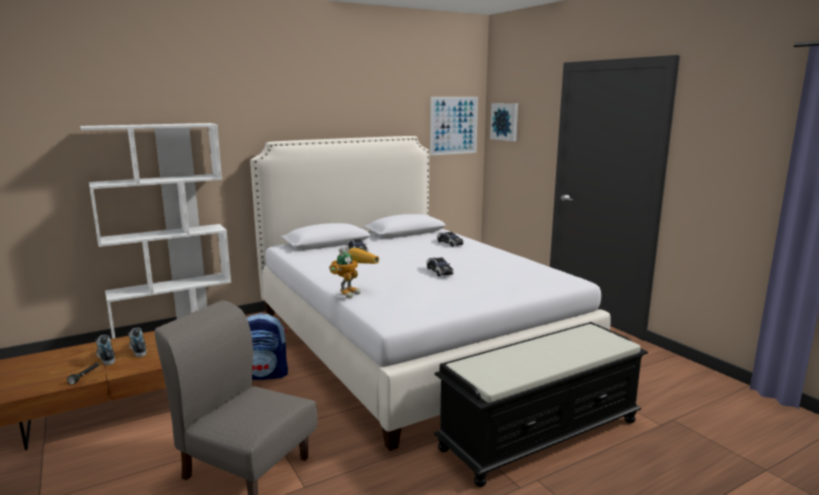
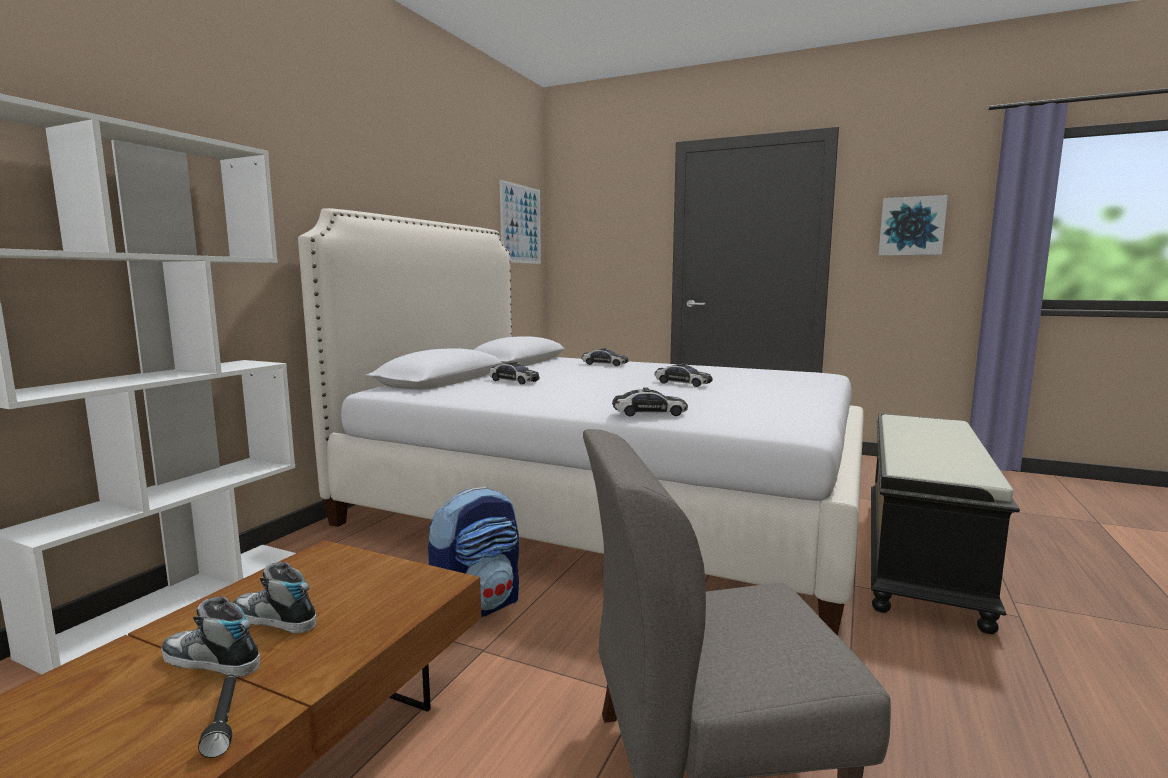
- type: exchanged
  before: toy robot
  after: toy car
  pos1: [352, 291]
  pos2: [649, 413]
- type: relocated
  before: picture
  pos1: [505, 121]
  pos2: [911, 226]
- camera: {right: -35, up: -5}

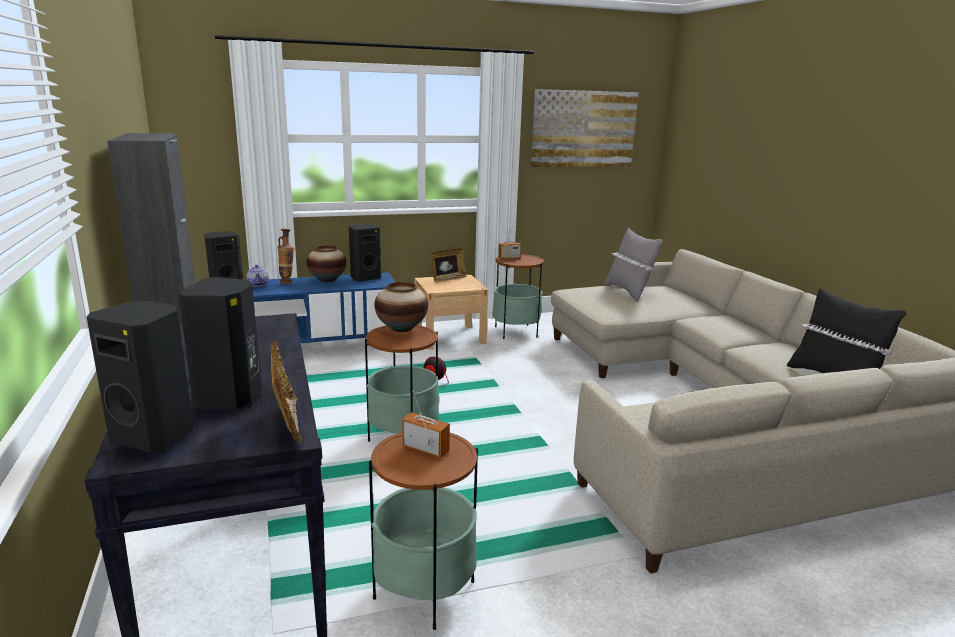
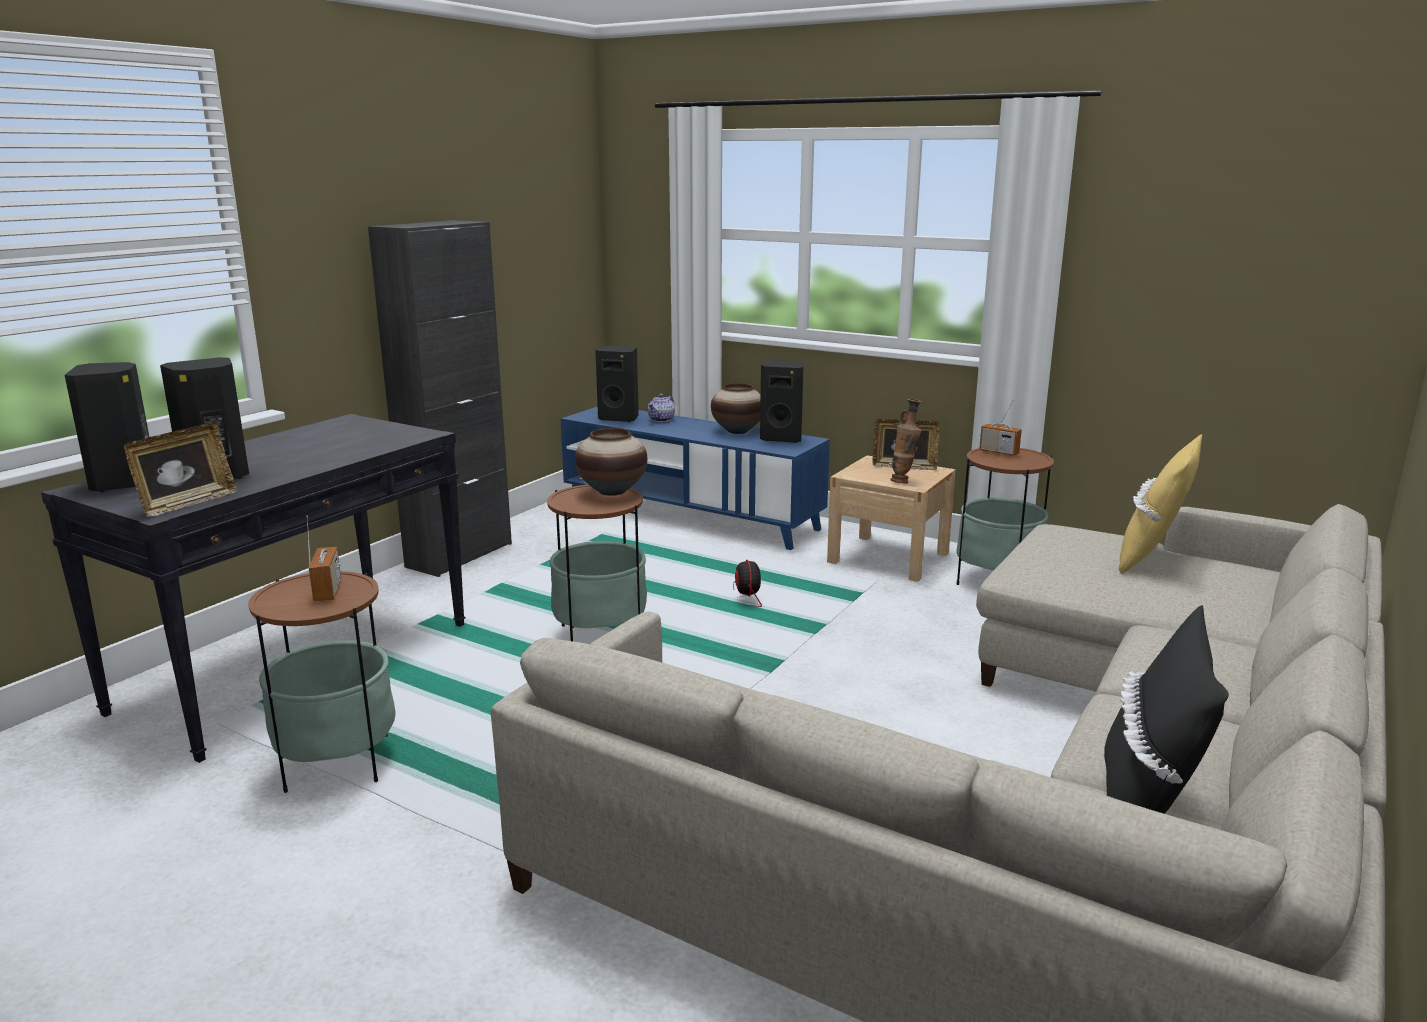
- type: relocated
  before: vase
  pos1: [287, 283]
  pos2: [903, 482]
- type: colour
  before: pillow/grey
  after: pillow/yellow
  pos1: [629, 291]
  pos2: [1152, 557]
- type: missing
  before: picture
  pos1: [584, 129]
- camera: {right: 50, up: 0}

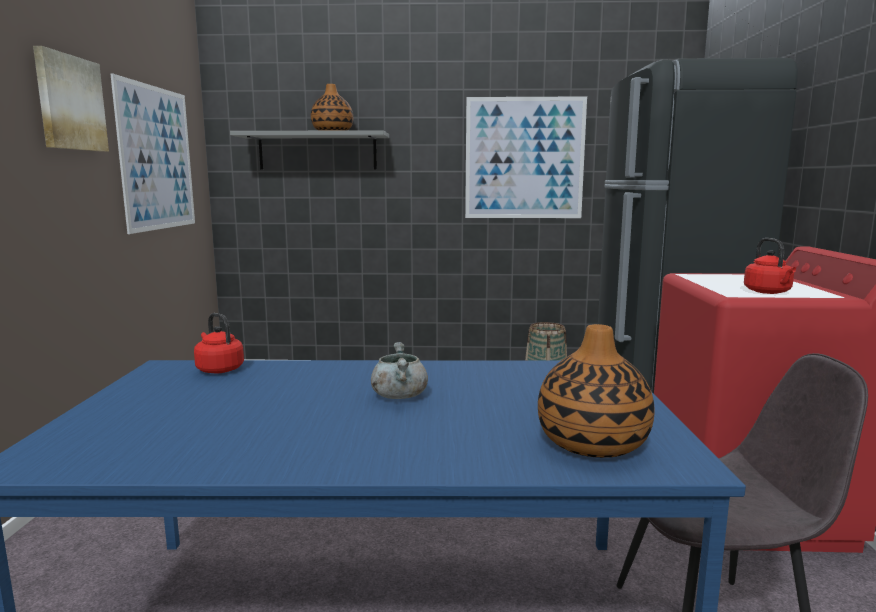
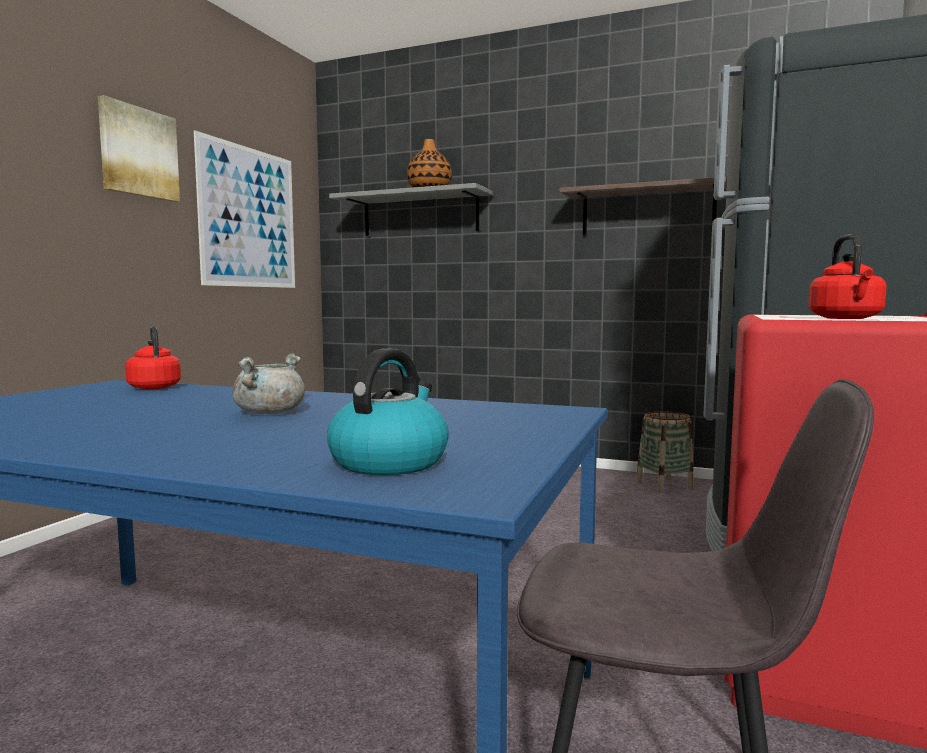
- type: exchanged
  before: vase
  after: kettle
  pos1: [592, 443]
  pos2: [389, 462]
- type: exchanged
  before: picture
  after: shelf
  pos1: [524, 158]
  pos2: [647, 210]
- camera: {right: 20, up: -5}

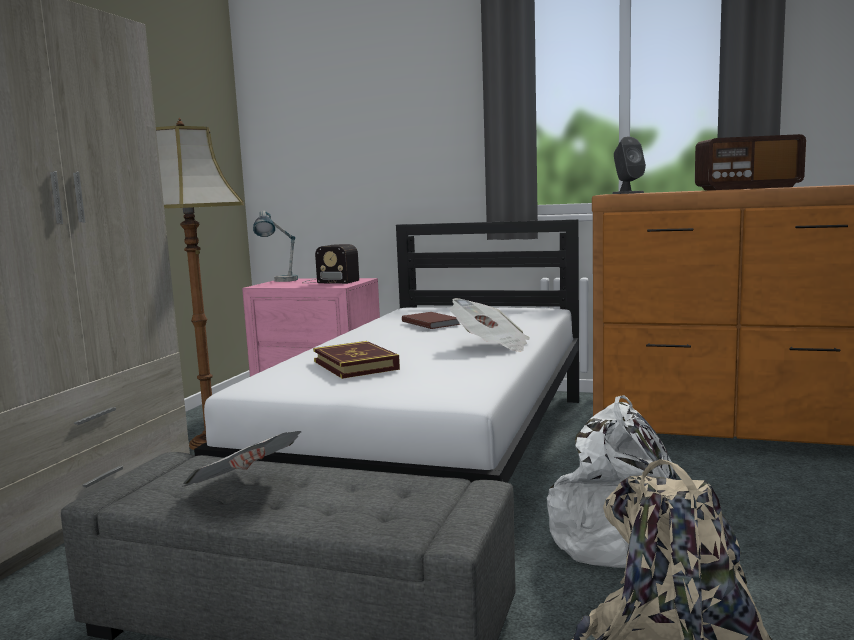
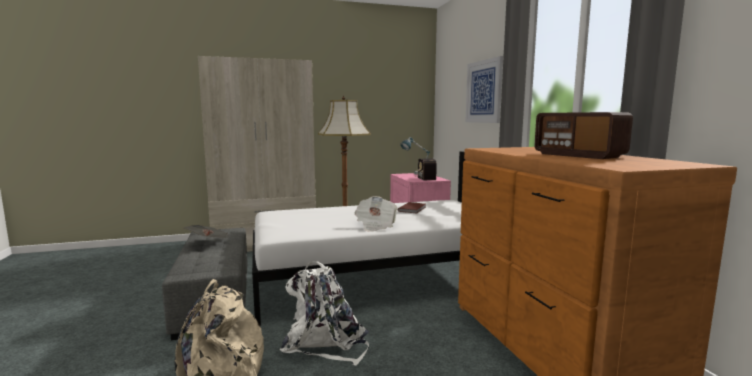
- type: appeared
  after: picture
  pos2: [484, 91]
- type: missing
  before: book
  pos1: [355, 365]
- type: missing
  before: speaker/grey
  pos1: [627, 193]
- camera: {right: 55, up: 0}

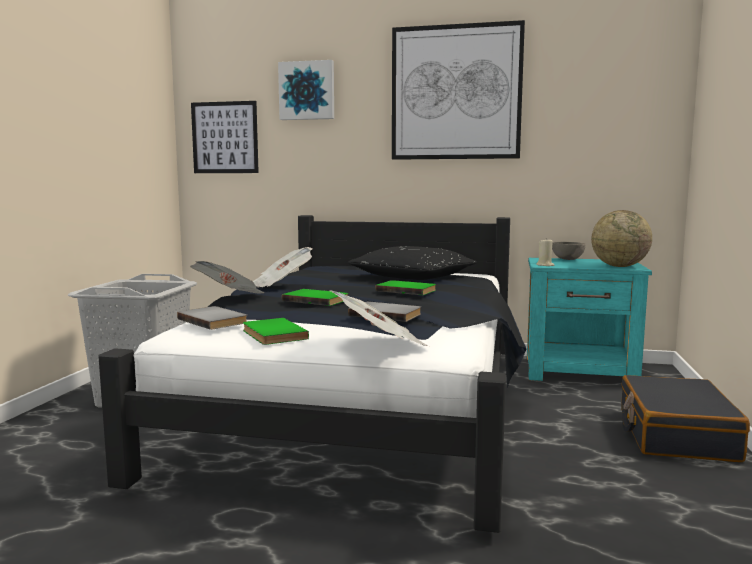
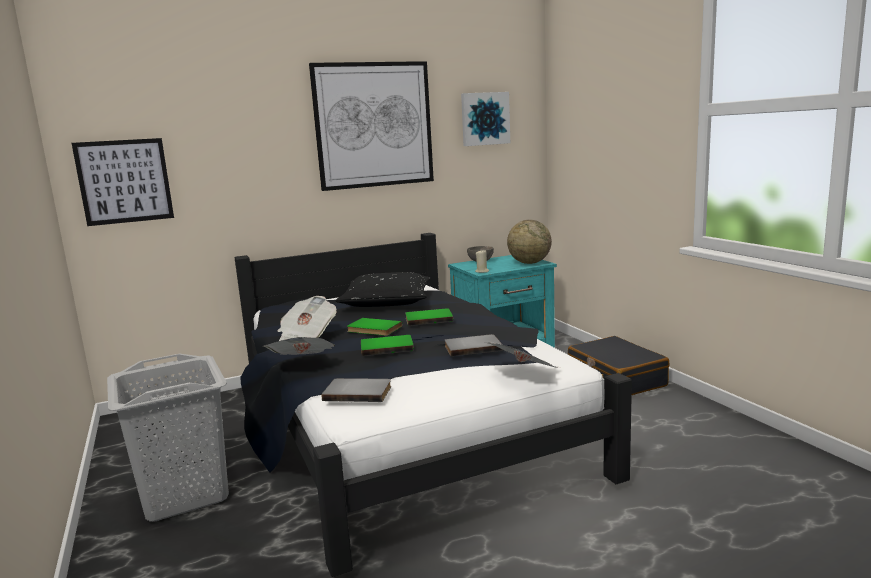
- type: relocated
  before: book/green
  pos1: [272, 334]
  pos2: [373, 329]
- type: relocated
  before: picture
  pos1: [307, 91]
  pos2: [484, 119]
- camera: {right: -35, up: 5}

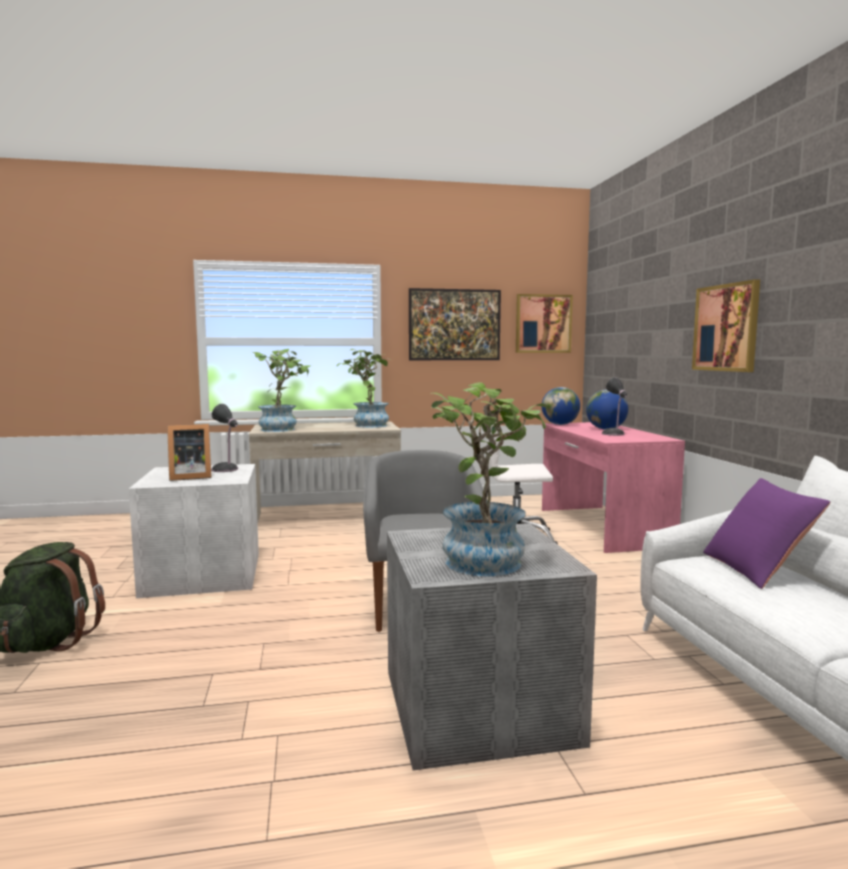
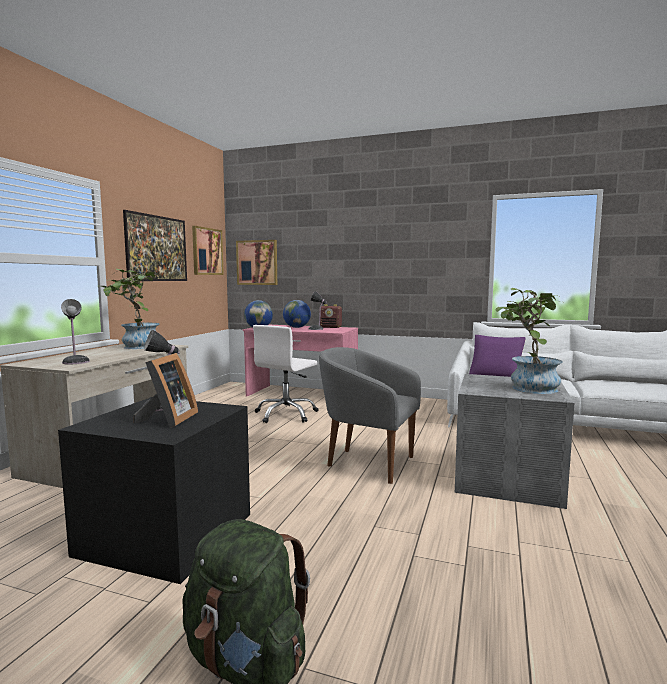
- type: colour
  before: storage box/white
  after: storage box/black
  pos1: [205, 573]
  pos2: [166, 532]
- type: exchanged
  before: potted plant
  after: table lamp
  pos1: [282, 429]
  pos2: [76, 361]
- type: relocated
  before: picture
  pos1: [726, 328]
  pos2: [257, 262]
- type: appeared
  after: radio
  pos2: [330, 327]
- camera: {right: -60, up: 0}

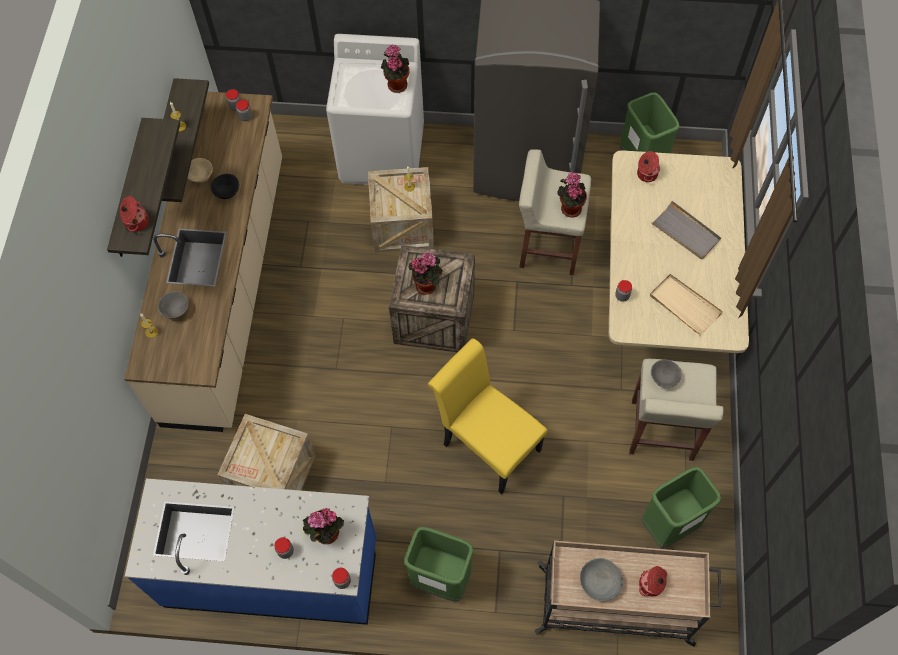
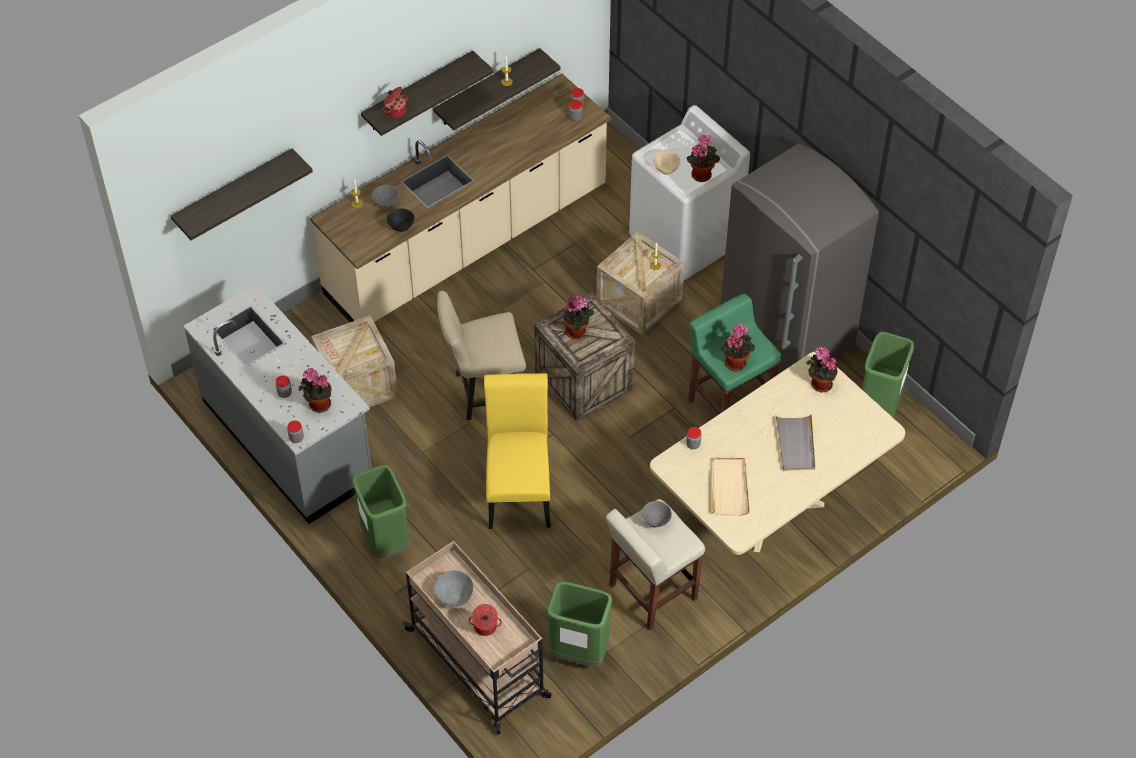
- type: appeared
  after: shelf
  pos2: [234, 192]
- type: colour
  before: counter/blue
  after: counter/grey
  pos1: [272, 572]
  pos2: [288, 440]
- type: relocated
  before: bowl/black
  pos1: [226, 192]
  pos2: [401, 226]
- type: appeared
  after: chair/beige
  pos2: [484, 393]
- type: relocated
  before: bowl/beige
  pos1: [201, 176]
  pos2: [666, 169]
- type: colour
  before: stool/beige
  after: stool/green
  pos1: [548, 246]
  pos2: [728, 404]
- type: exchanged
  before: cooking pot
  after: potted plant
  pos1: [646, 174]
  pos2: [819, 384]
- camera: {right: 45, up: -10}

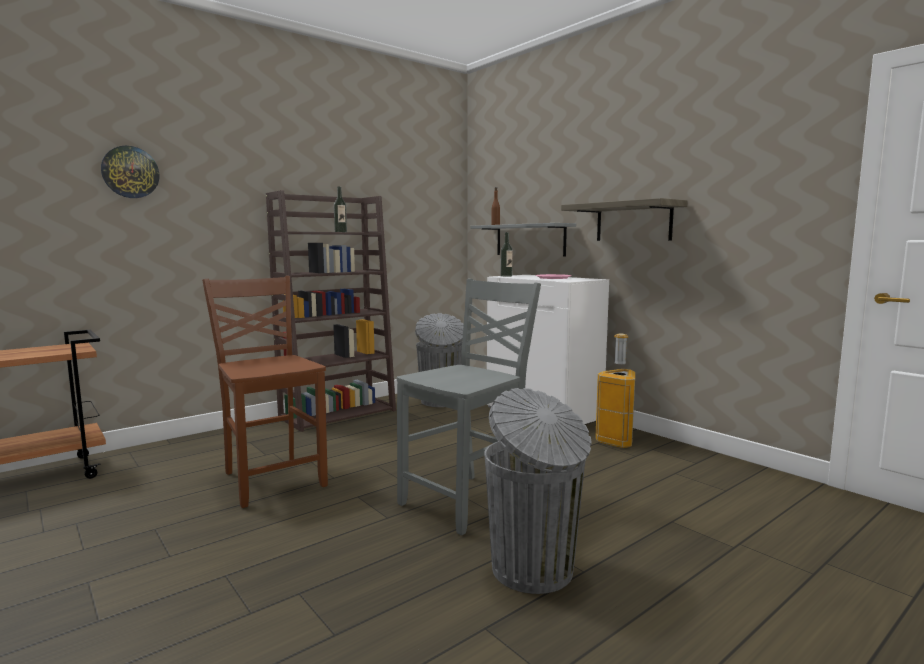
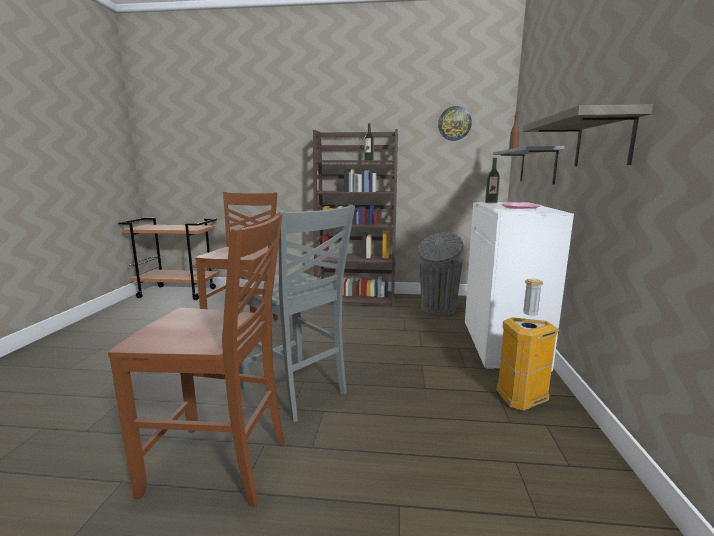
- type: exchanged
  before: trash can/grey
  after: chair/brown
  pos1: [534, 570]
  pos2: [220, 466]
- type: spun
  before: chair/grey
  pos1: [467, 501]
  pos2: [295, 391]
  turn: 45
- type: relocated
  before: wall clock
  pos1: [130, 172]
  pos2: [454, 123]
- camera: {right: 45, up: 5}

